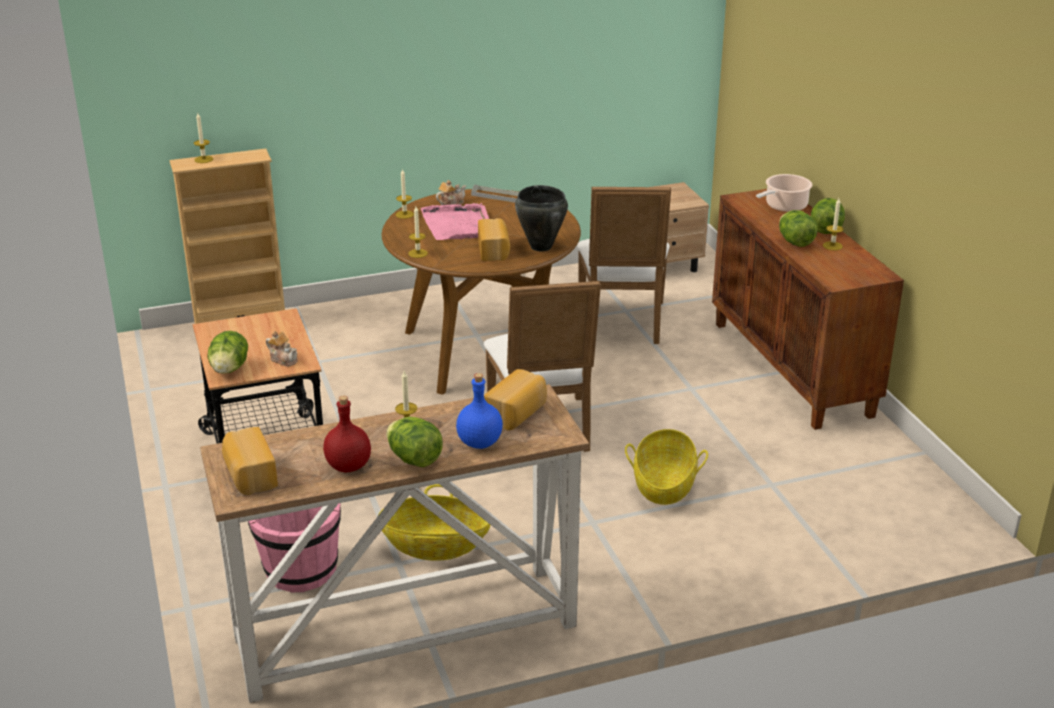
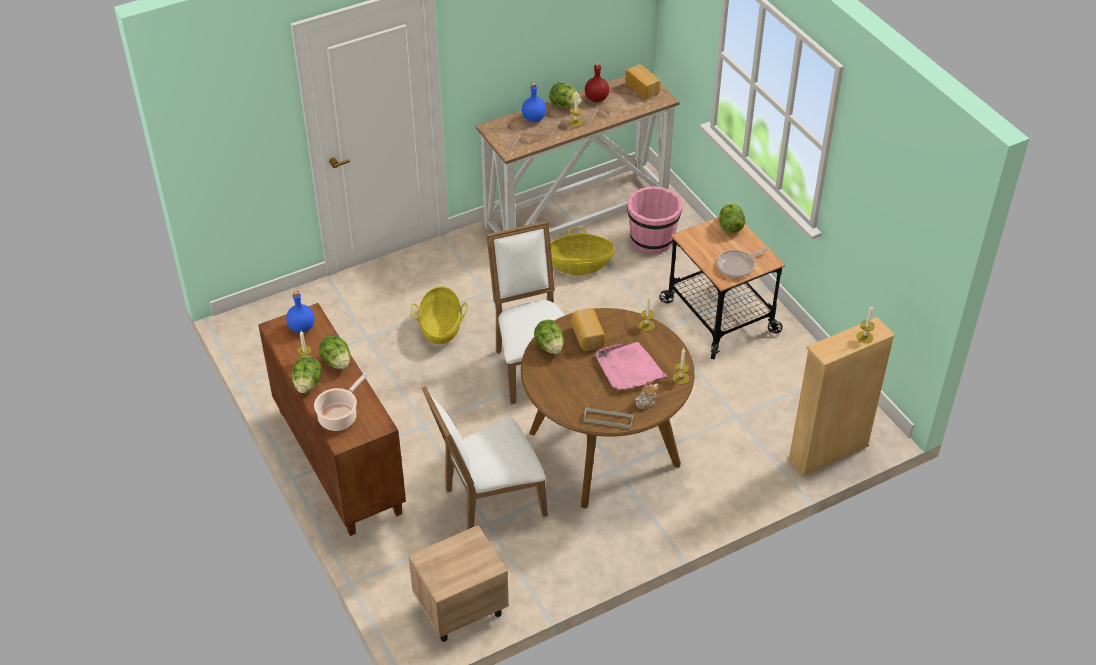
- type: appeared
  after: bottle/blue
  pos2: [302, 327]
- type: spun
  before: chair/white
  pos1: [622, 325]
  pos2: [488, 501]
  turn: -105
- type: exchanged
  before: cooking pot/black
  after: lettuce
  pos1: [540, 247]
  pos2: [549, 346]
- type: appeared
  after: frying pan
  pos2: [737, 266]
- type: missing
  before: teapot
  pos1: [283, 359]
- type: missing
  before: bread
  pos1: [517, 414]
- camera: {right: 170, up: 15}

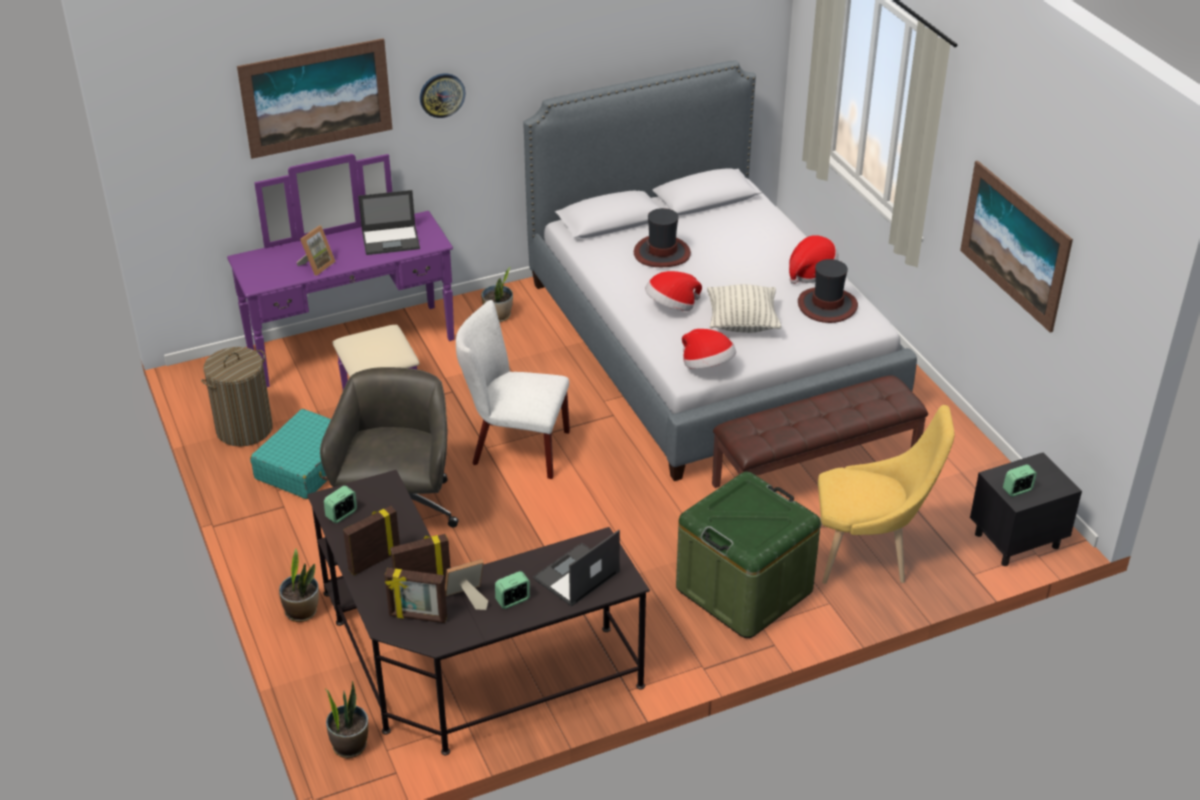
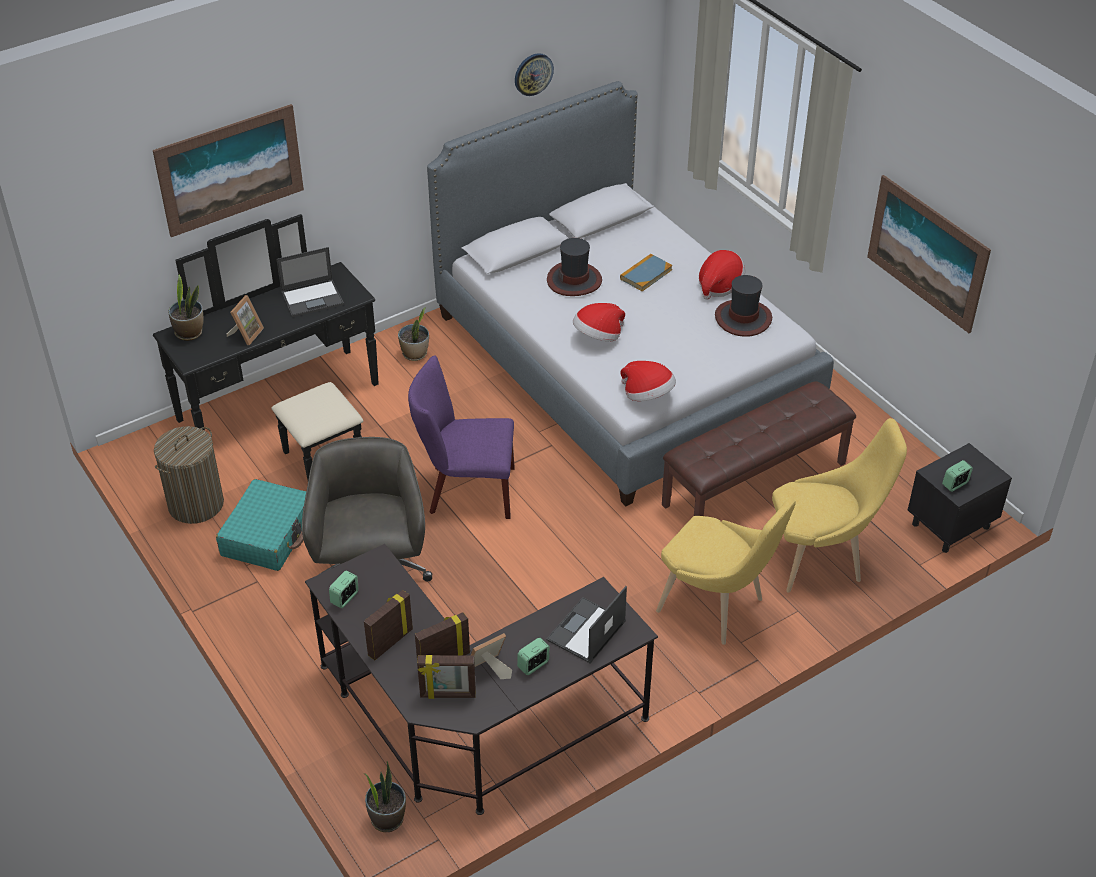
- type: colour
  before: dresser/purple
  after: dresser/black
  pos1: [359, 357]
  pos2: [289, 414]
- type: relocated
  before: potted plant
  pos1: [302, 612]
  pos2: [189, 333]
- type: colour
  before: chair/white
  after: chair/purple
  pos1: [514, 448]
  pos2: [465, 491]
- type: relocated
  before: wall clock
  pos1: [442, 95]
  pos2: [533, 74]
- type: appeared
  after: book
  pos2: [646, 274]
- type: exchanged
  before: storage box/green
  after: chair/yellow
  pos1: [744, 589]
  pos2: [717, 608]
- type: missing
  before: pillow
  pos1: [742, 323]
- camera: {right: -10, up: 5}

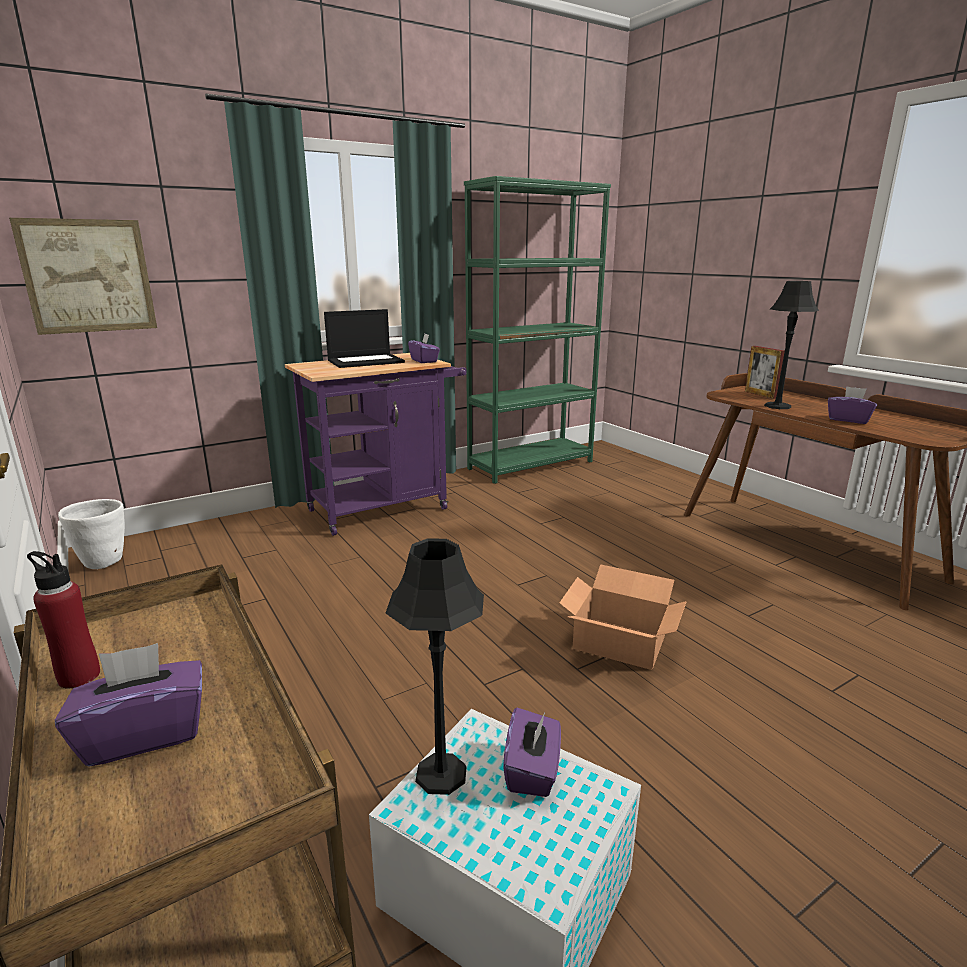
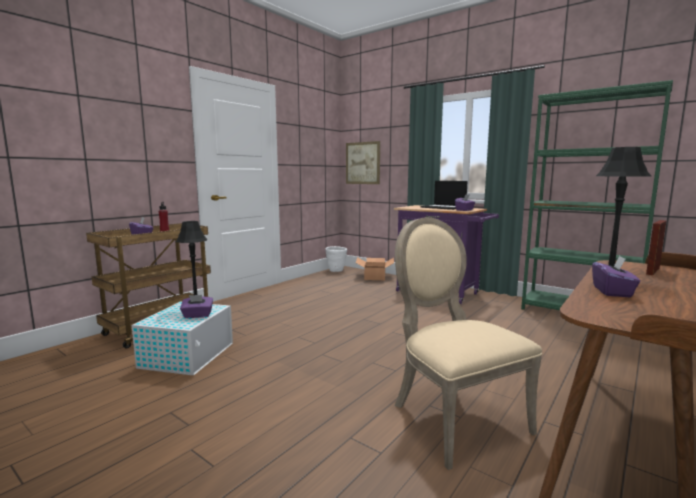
- type: relocated
  before: cardboard box
  pos1: [618, 641]
  pos2: [375, 276]
- type: appeared
  after: chair/beige
  pos2: [453, 417]
- camera: {right: 70, up: -10}

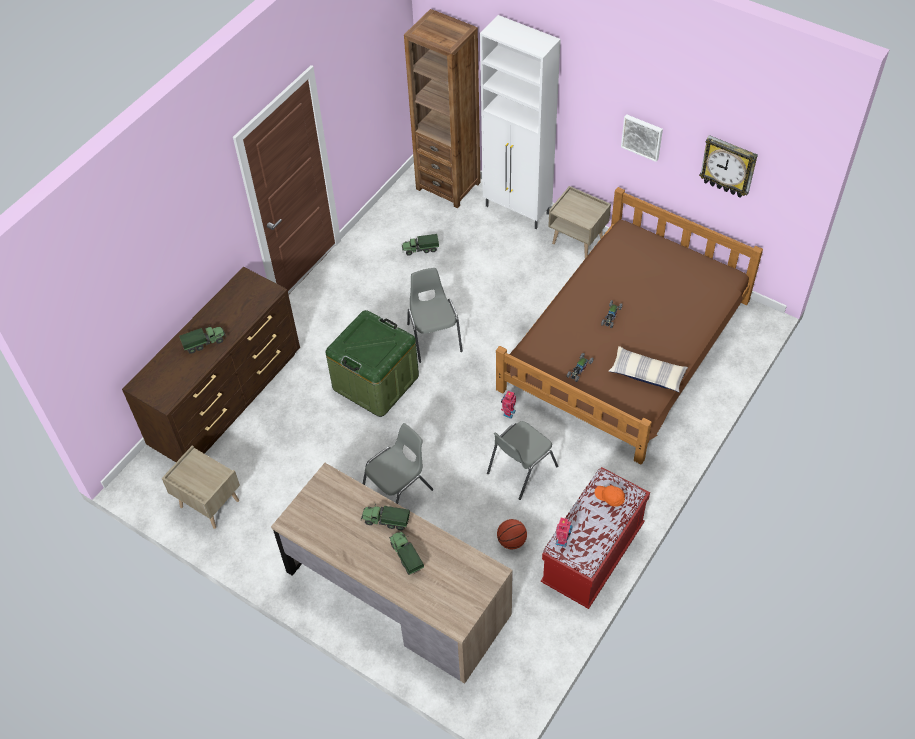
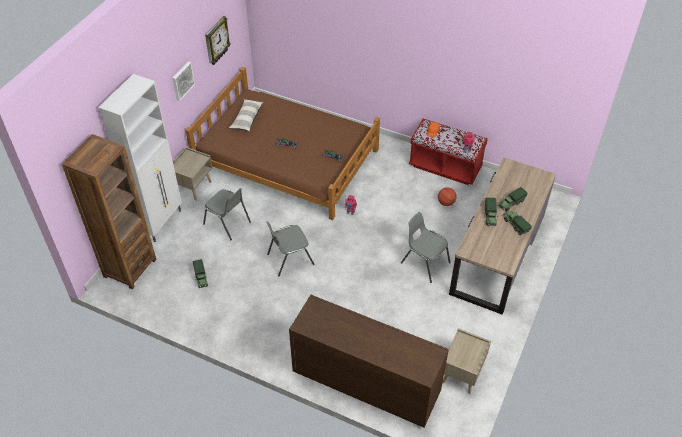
- type: relocated
  before: chair/grey
  pos1: [520, 470]
  pos2: [227, 223]
- type: relocated
  before: pillow
  pos1: [647, 374]
  pos2: [247, 118]
- type: relocated
  before: toy truck
  pos1: [205, 343]
  pos2: [515, 225]
- type: missing
  before: storage box/green
  pos1: [375, 382]
- camera: {right: -100, up: -5}

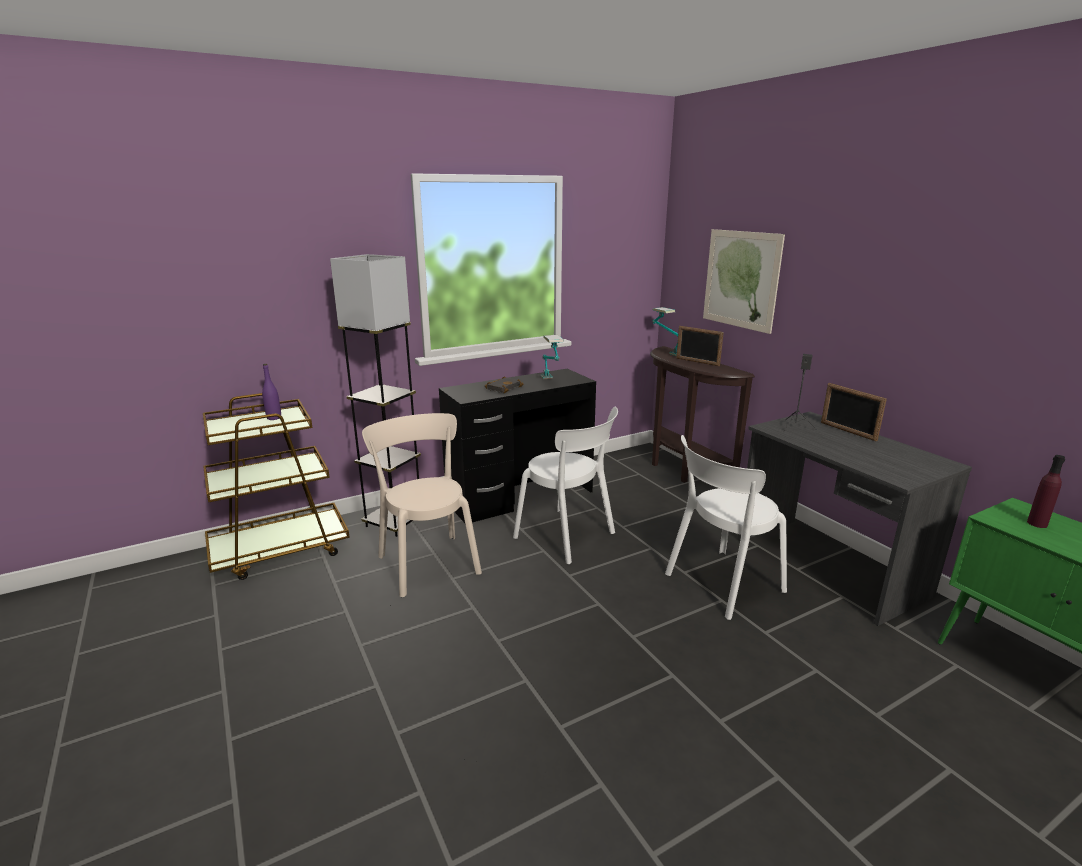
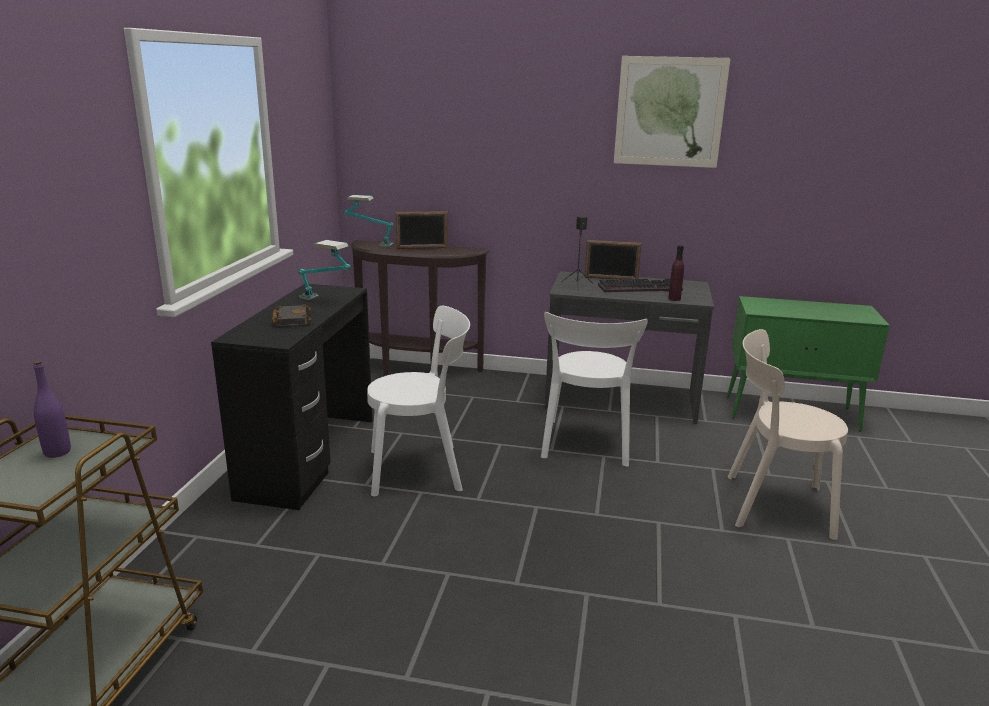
- type: appeared
  after: keyboard
  pos2: [640, 287]
- type: relocated
  before: picture
  pos1: [741, 279]
  pos2: [669, 112]
- type: relocated
  before: bottle/purple
  pos1: [1037, 523]
  pos2: [674, 299]
- type: relocated
  before: chair/beige
  pos1: [427, 562]
  pos2: [771, 505]
- type: missing
  before: floor lamp/grey
  pos1: [394, 522]
- camera: {right: -50, up: 0}

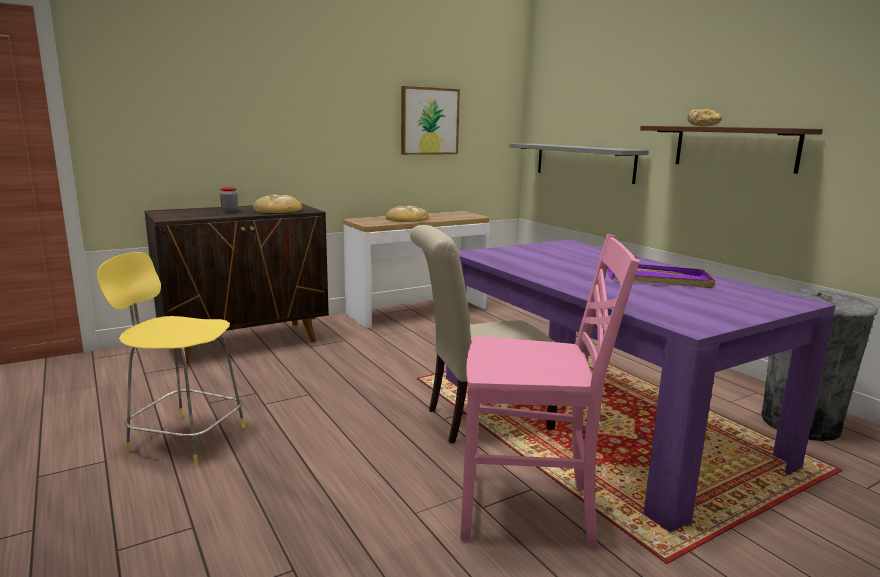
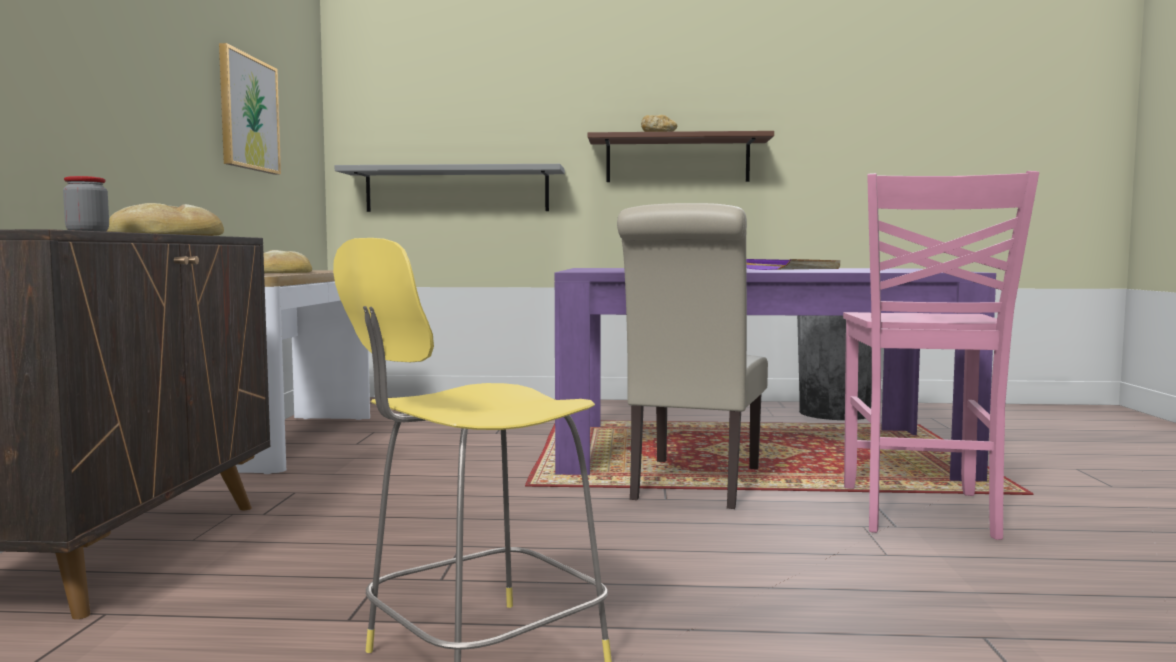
- type: spun
  before: chair/pink
  pos1: [529, 512]
  pos2: [919, 512]
  turn: 150
- camera: {right: -55, up: -10}

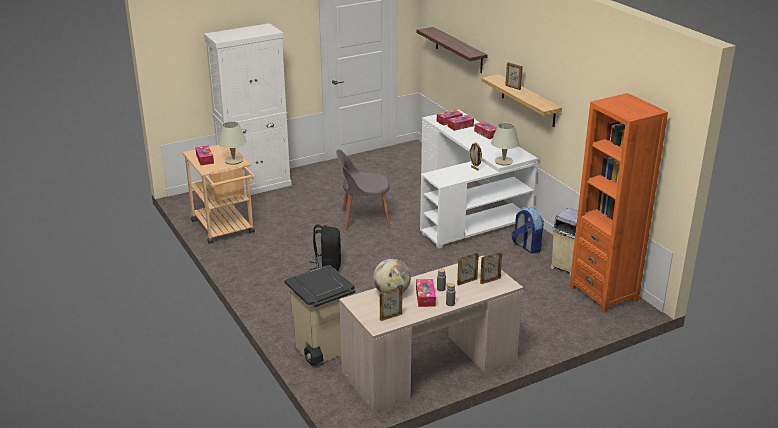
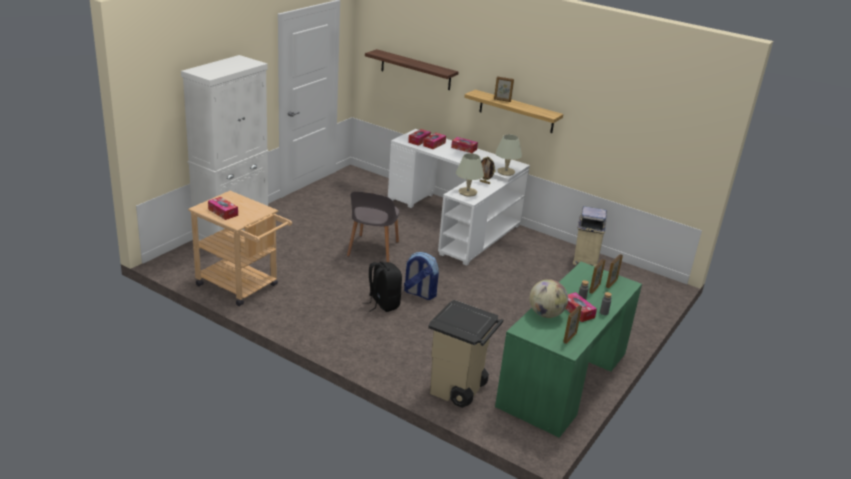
- type: spun
  before: chair/grey
  pos1: [363, 218]
  pos2: [372, 249]
  turn: -45
- type: relocated
  before: backpack
  pos1: [526, 246]
  pos2: [419, 293]
- type: relocated
  before: table lamp/beige
  pos1: [234, 160]
  pos2: [468, 192]
- type: colour
  before: desk/beige
  after: desk/green
  pos1: [429, 366]
  pos2: [562, 378]
- type: missing
  before: bookcase/orange
  pos1: [603, 293]
- camera: {right: -30, up: 0}

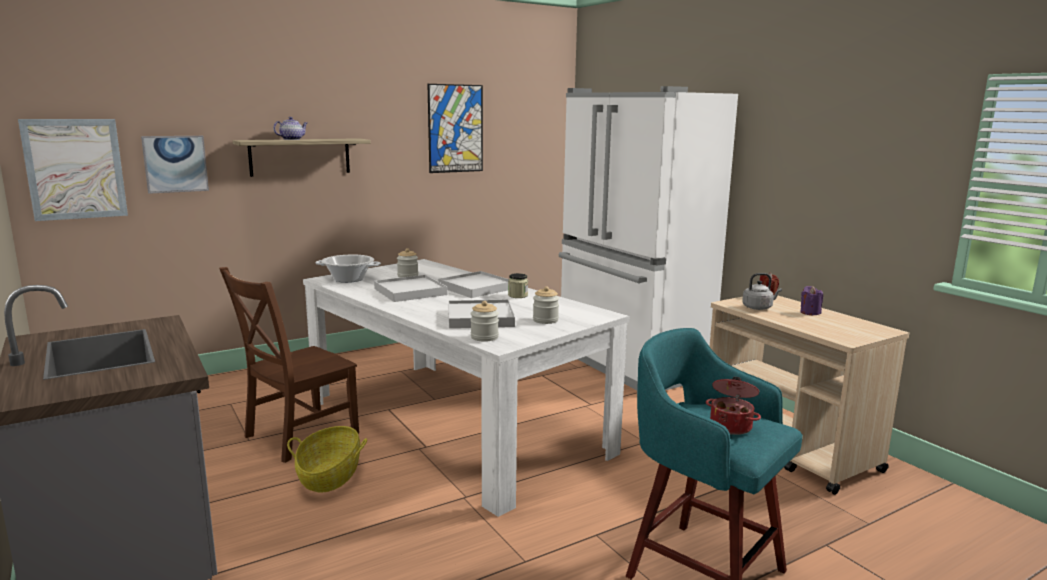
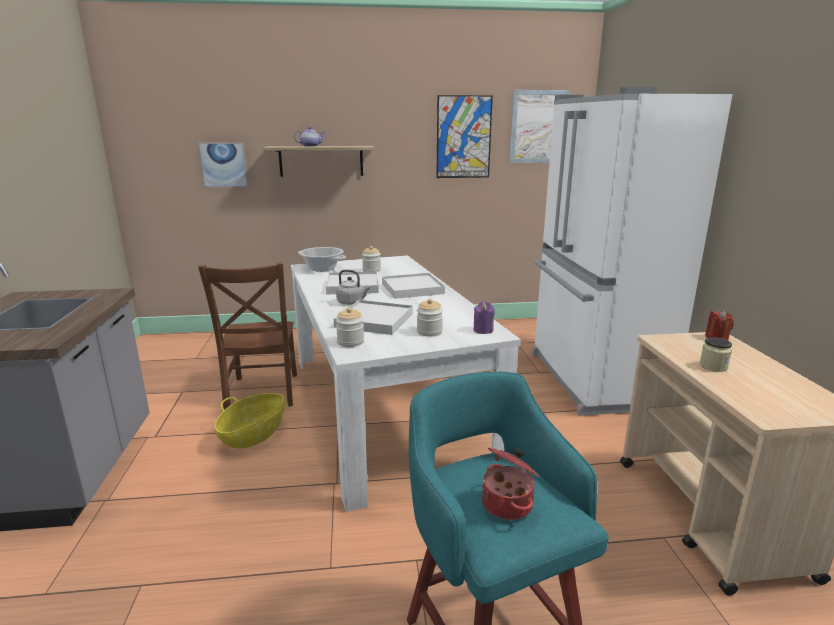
- type: spun
  before: chair/brown
  pos1: [297, 436]
  pos2: [262, 393]
  turn: -75
- type: relocated
  before: kettle/grey
  pos1: [758, 307]
  pos2: [352, 302]
- type: relocated
  before: candle/purple
  pos1: [810, 312]
  pos2: [483, 330]
- type: relocated
  before: picture
  pos1: [75, 169]
  pos2: [538, 127]
- type: relocated
  before: jar
  pos1: [518, 295]
  pos2: [713, 366]
- camera: {right: 25, up: 5}

